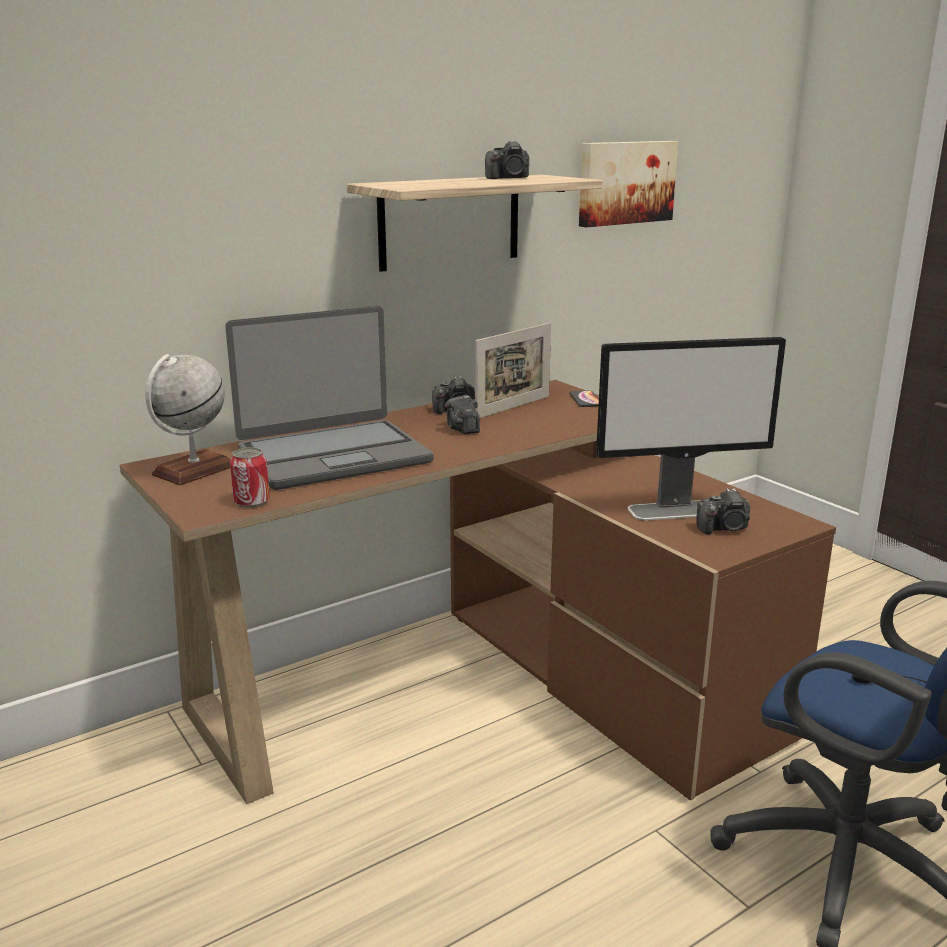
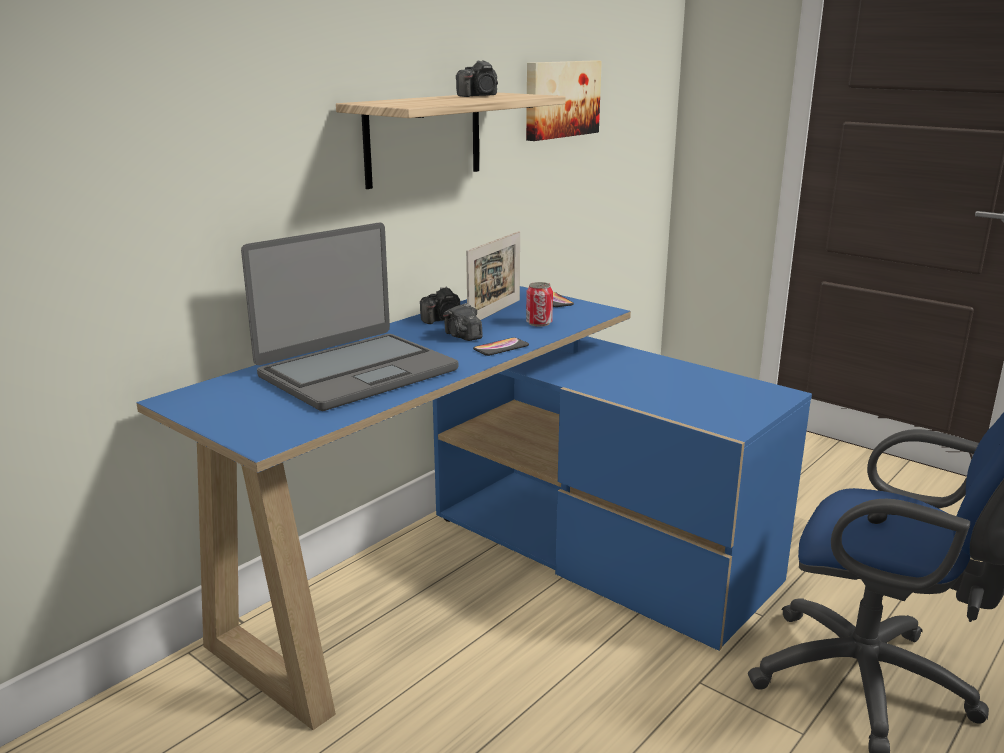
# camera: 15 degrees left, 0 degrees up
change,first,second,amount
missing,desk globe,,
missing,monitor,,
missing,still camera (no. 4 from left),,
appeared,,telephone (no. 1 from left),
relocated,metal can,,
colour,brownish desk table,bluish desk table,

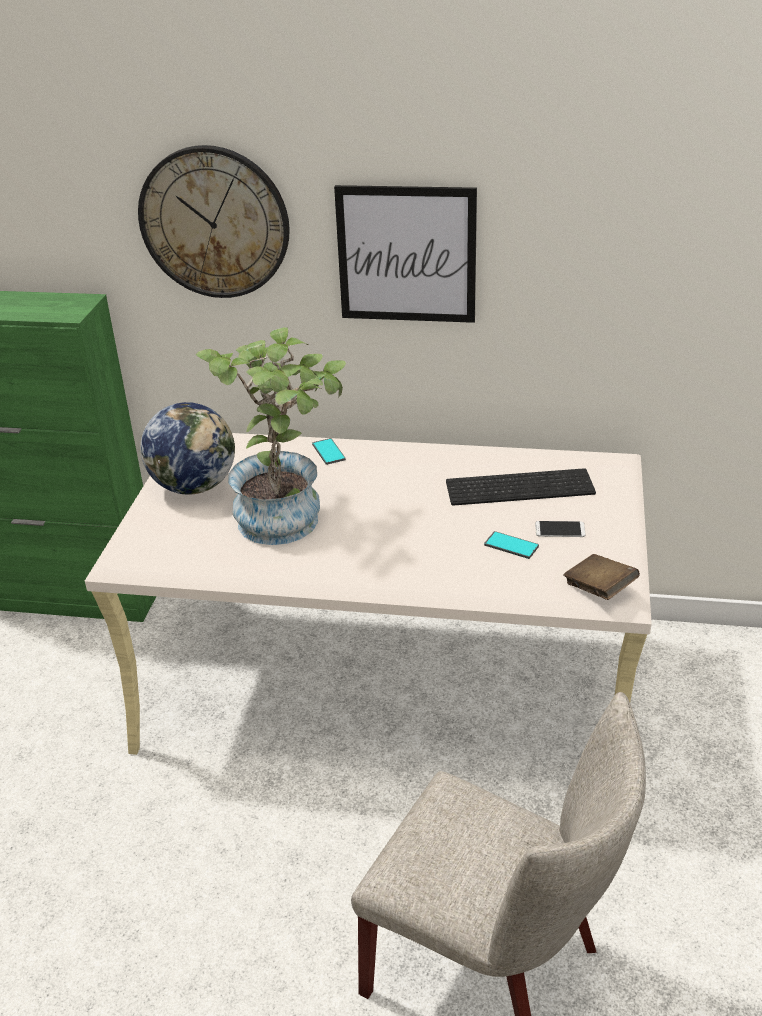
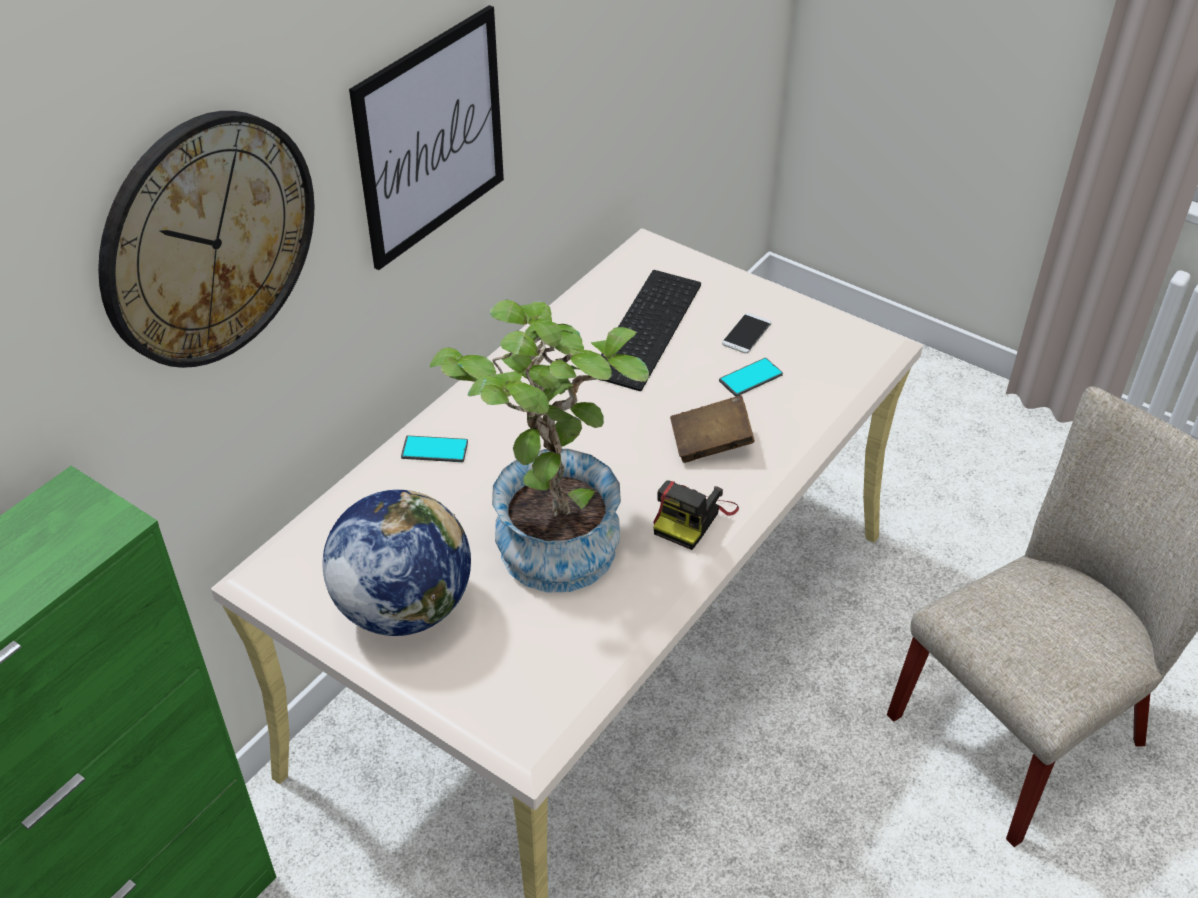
# camera: 65 degrees left, 10 degrees up
change,first,second,amount
appeared,,still camera,
relocated,brownish bound book,,

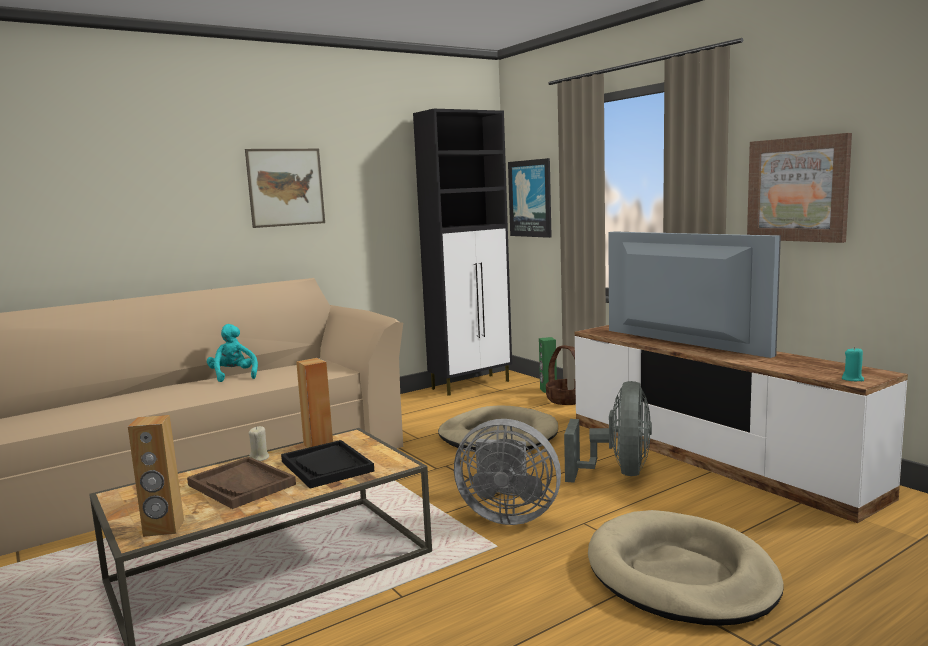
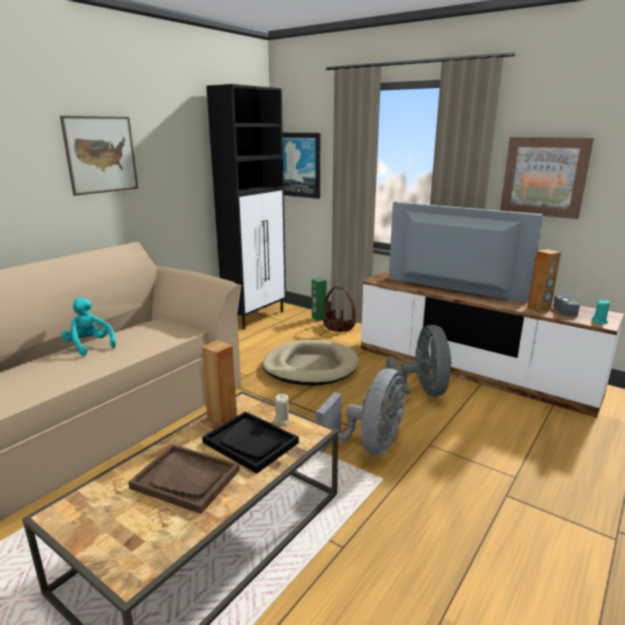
# camera: 20 degrees left, 10 degrees up
change,first,second,amount
missing,sand-coloured pet bed (no. 2 from left),,
appeared,,grey tissue holder,
relocated,brownish loudspeaker (no. 1 from left in the first image),brownish loudspeaker (no. 2 from left),
relocated,sand-coloured candle,,
spun,grey fan (no. 1 from left),,60 degrees counterclockwise

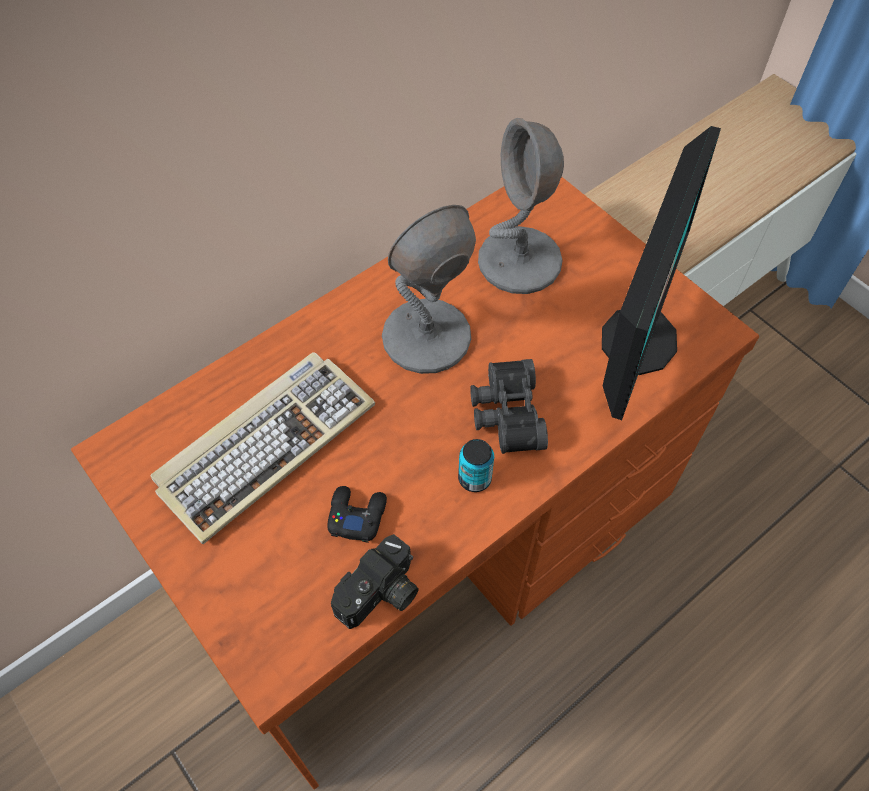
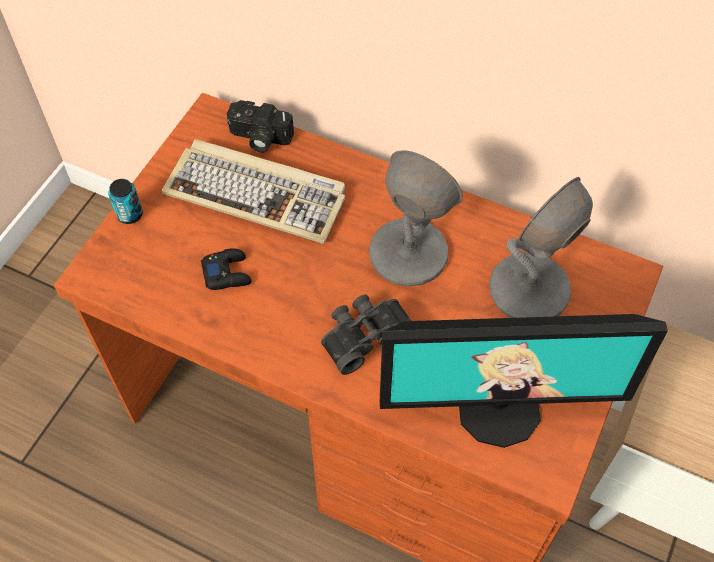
# camera: 65 degrees right, 0 degrees up
change,first,second,amount
relocated,still camera,,
relocated,metal can,,

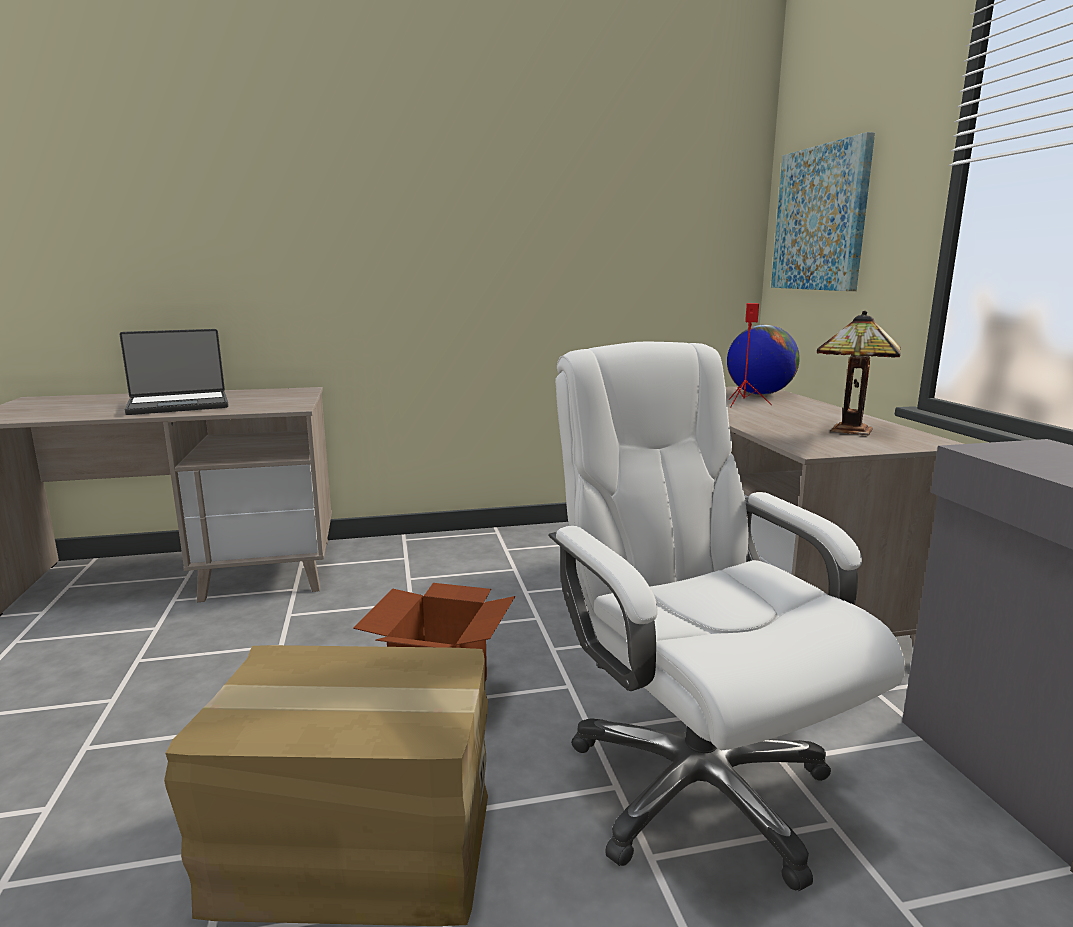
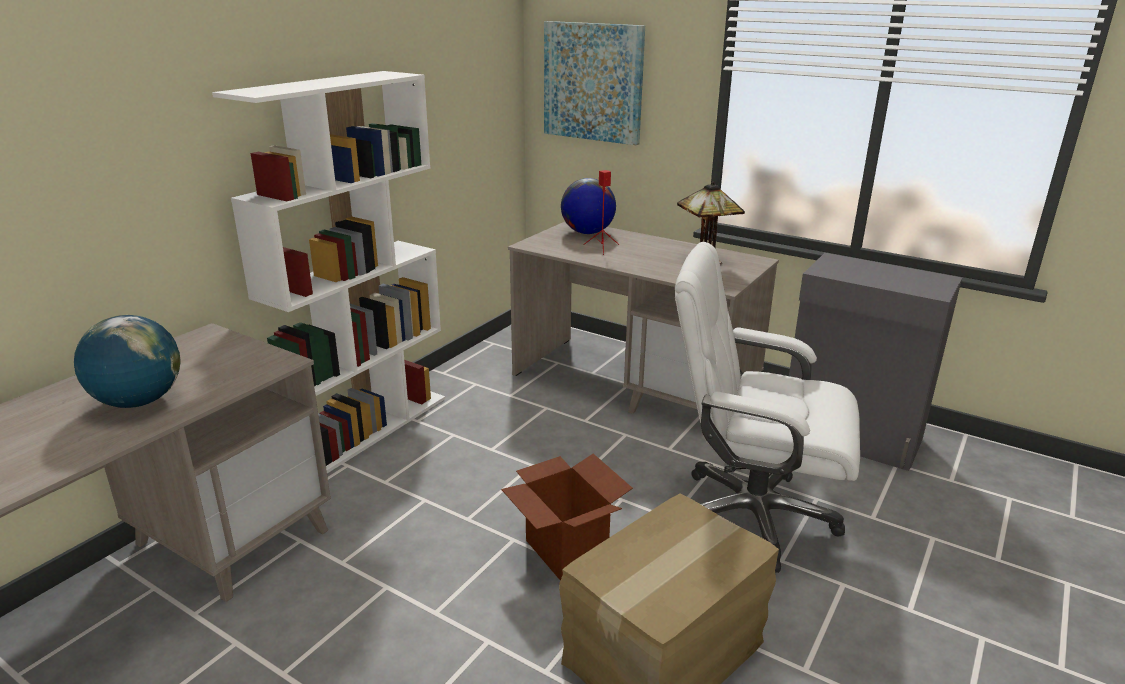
# camera: 45 degrees left, 10 degrees up
change,first,second,amount
appeared,,white-coloured bookcase,
exchanged,notebook computer,desk globe (no. 1 from left),

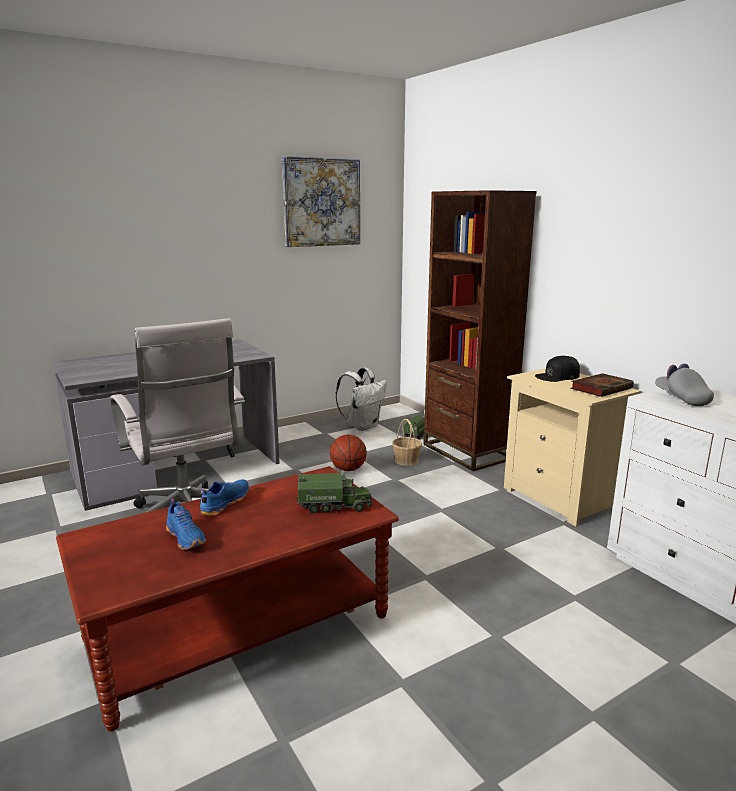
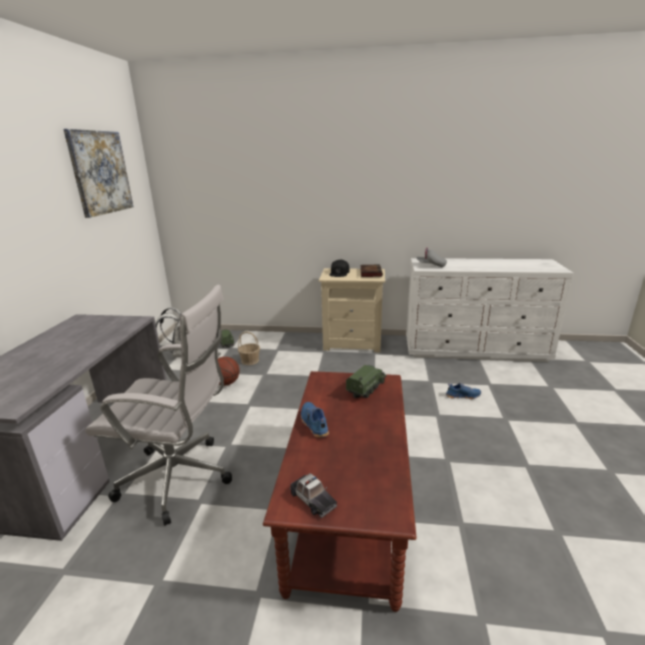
# camera: 50 degrees left, 5 degrees up
change,first,second,amount
missing,brownish bookcase,,
appeared,,toy car,
relocated,bluish item of footwear (no. 1 from left in the first image),bluish item of footwear (no. 2 from left),

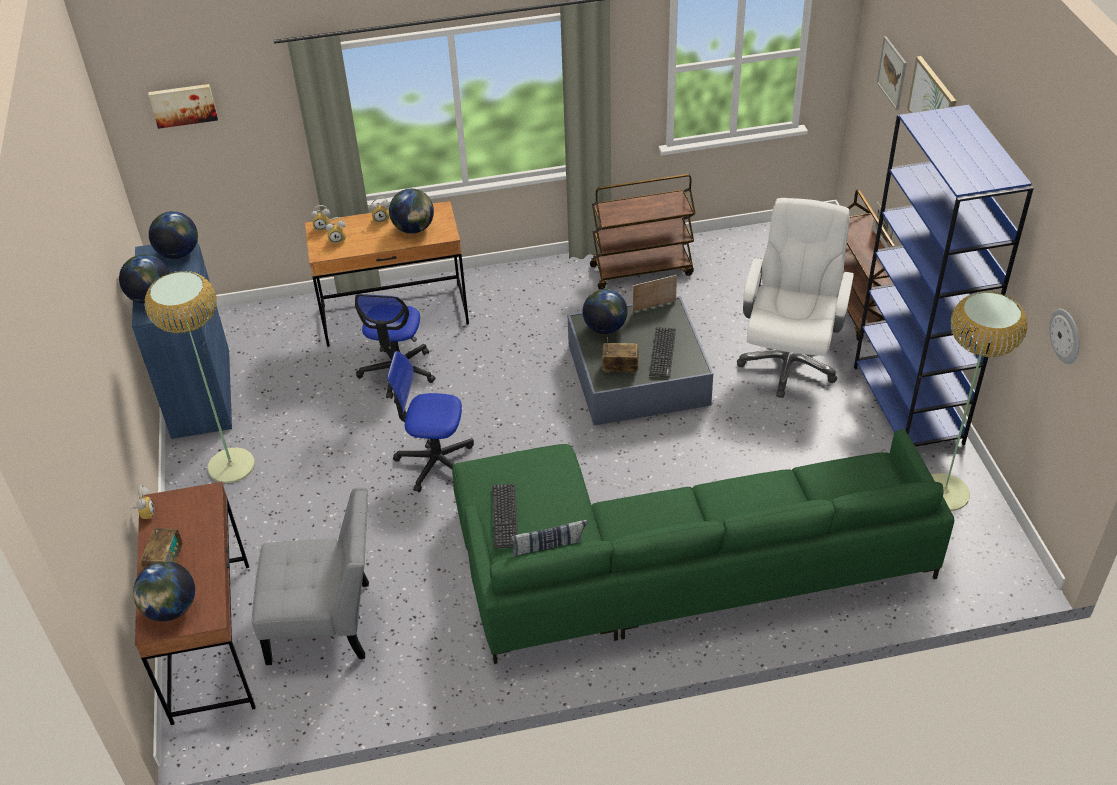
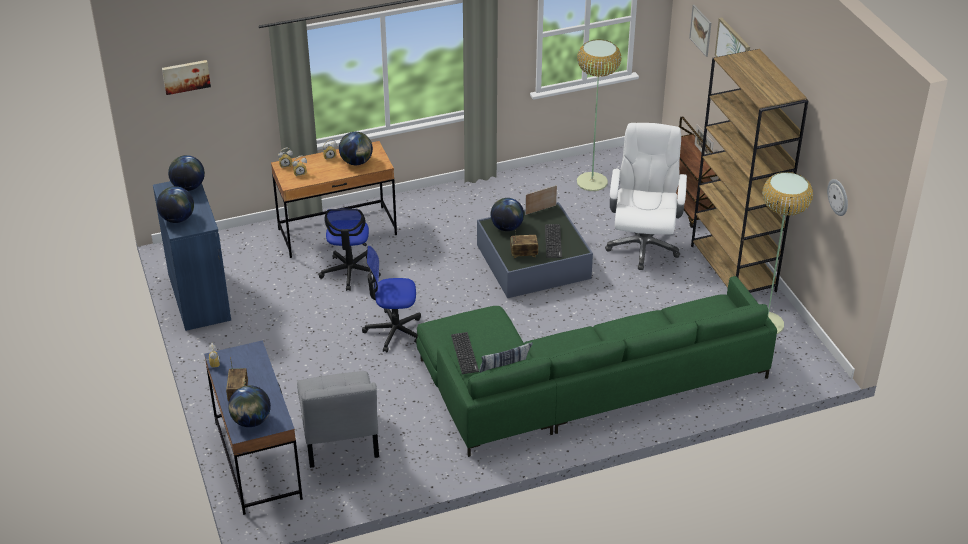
# camera: 10 degrees left, 5 degrees down
change,first,second,amount
missing,brownish trolley (no. 1 from left),,
relocated,floor lamp (no. 1 from left),,
colour,brownish desk table (no. 1 from left),bluish desk table,
colour,bluish bookcase,brownish bookcase,
spun,grey upright chair,,90 degrees clockwise

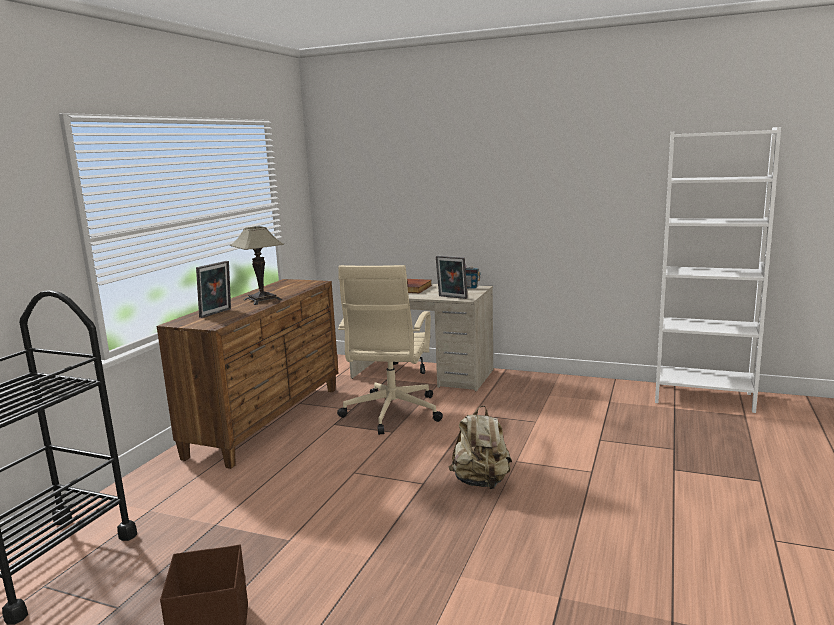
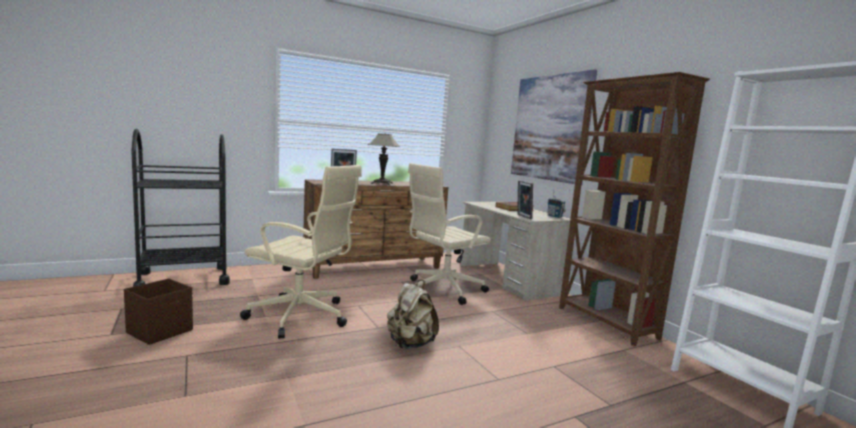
# camera: 40 degrees right, 5 degrees down
change,first,second,amount
appeared,,sand-coloured office chair (no. 1 from left),
appeared,,wall art,
appeared,,brownish bookcase,

